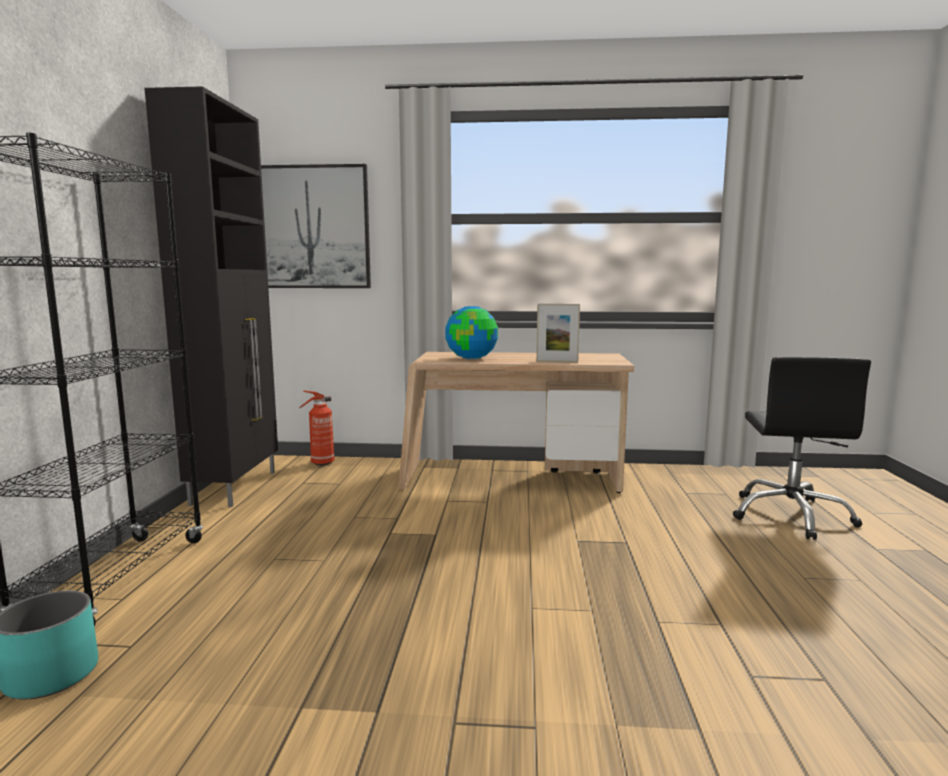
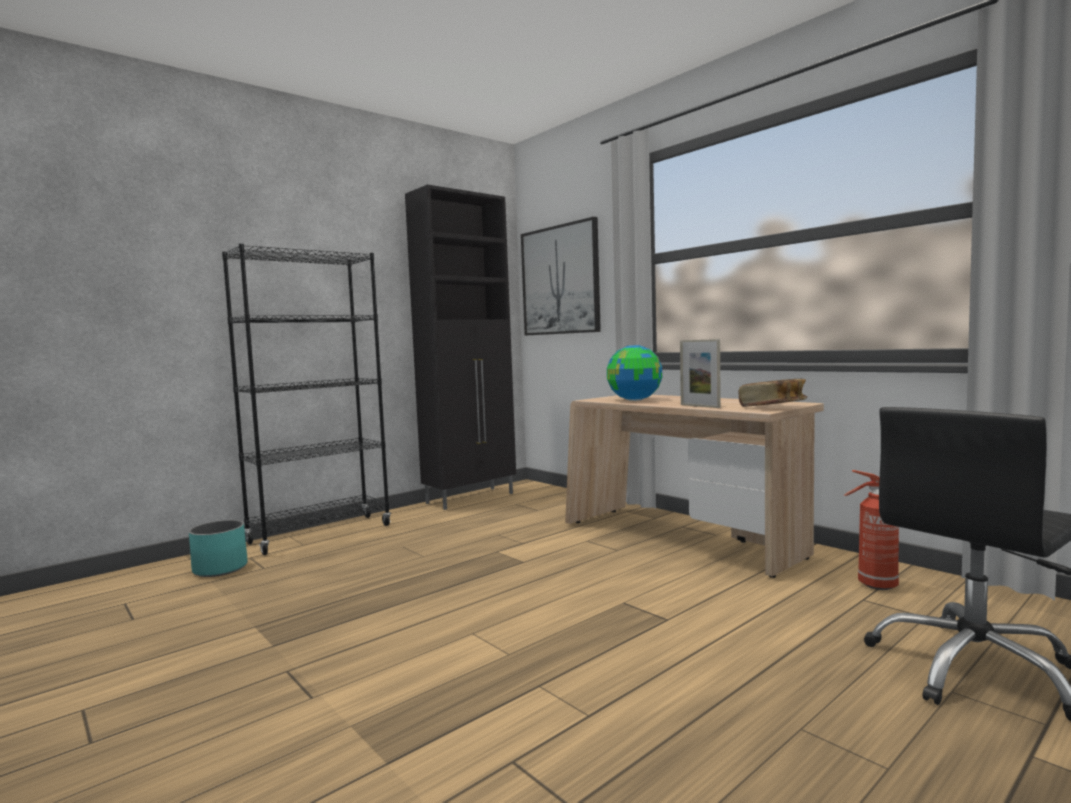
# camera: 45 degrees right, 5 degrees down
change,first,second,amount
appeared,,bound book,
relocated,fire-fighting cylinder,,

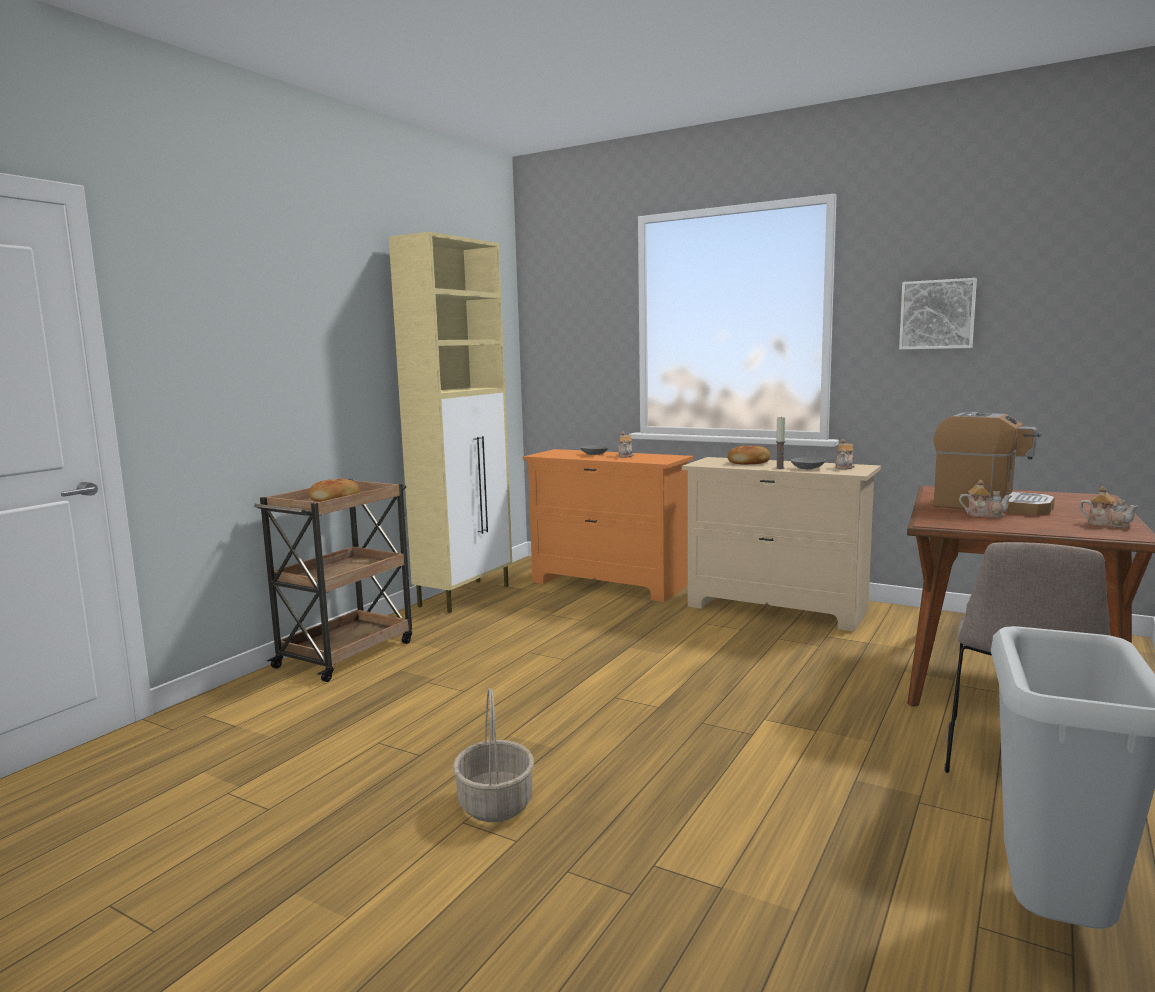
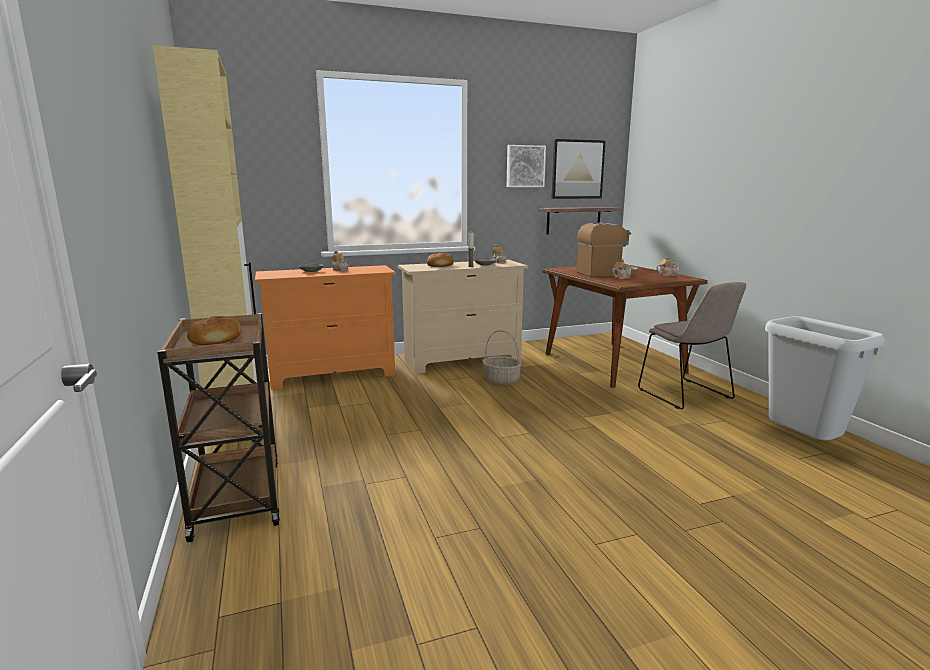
# camera: 50 degrees left, 5 degrees up
change,first,second,amount
appeared,,wall shelf,
appeared,,wall art (no. 2 from left),
relocated,basket,,

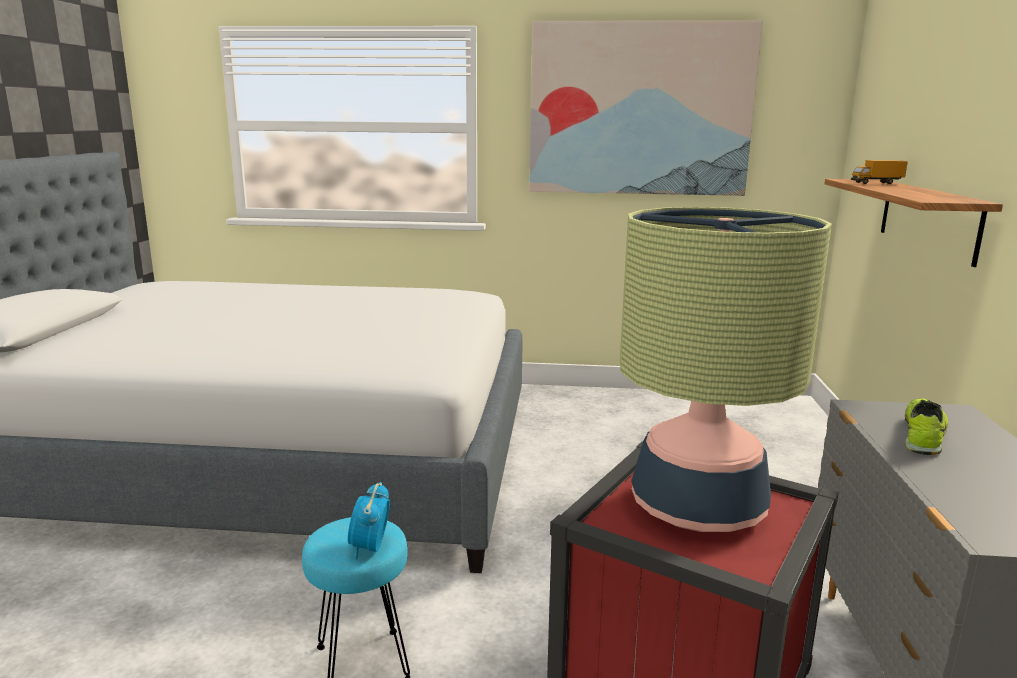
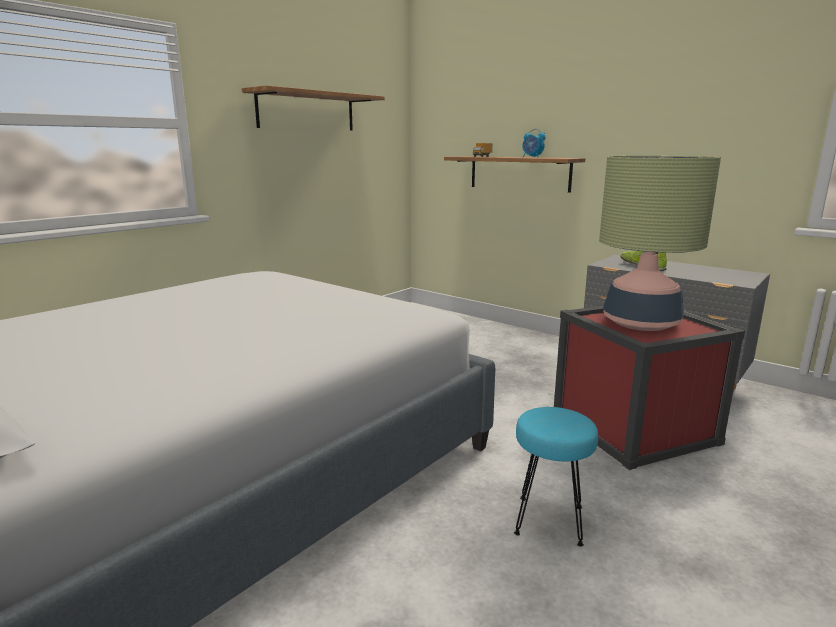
# camera: 55 degrees left, 0 degrees up
change,first,second,amount
relocated,alarm clock,,
exchanged,wall art,wall shelf (no. 1 from left),

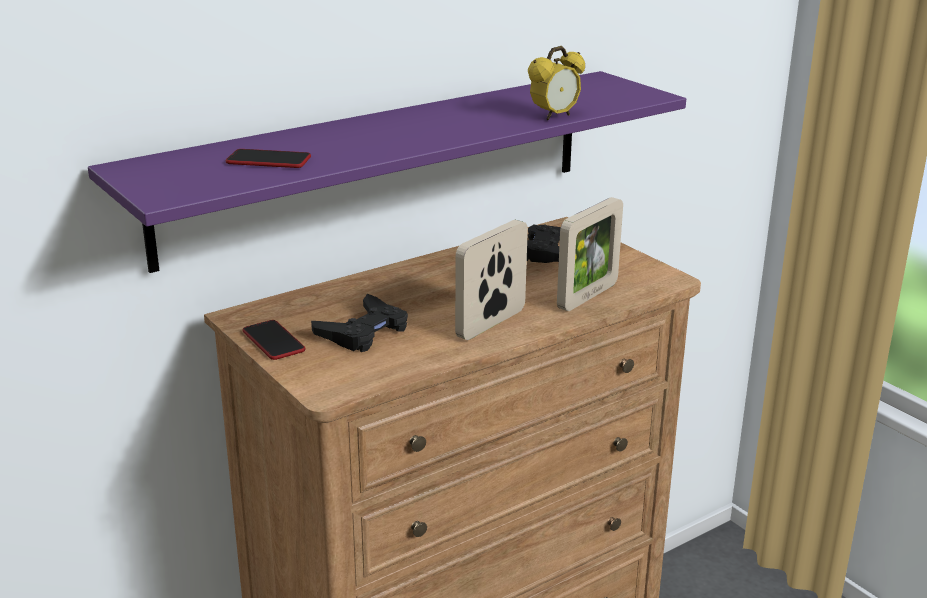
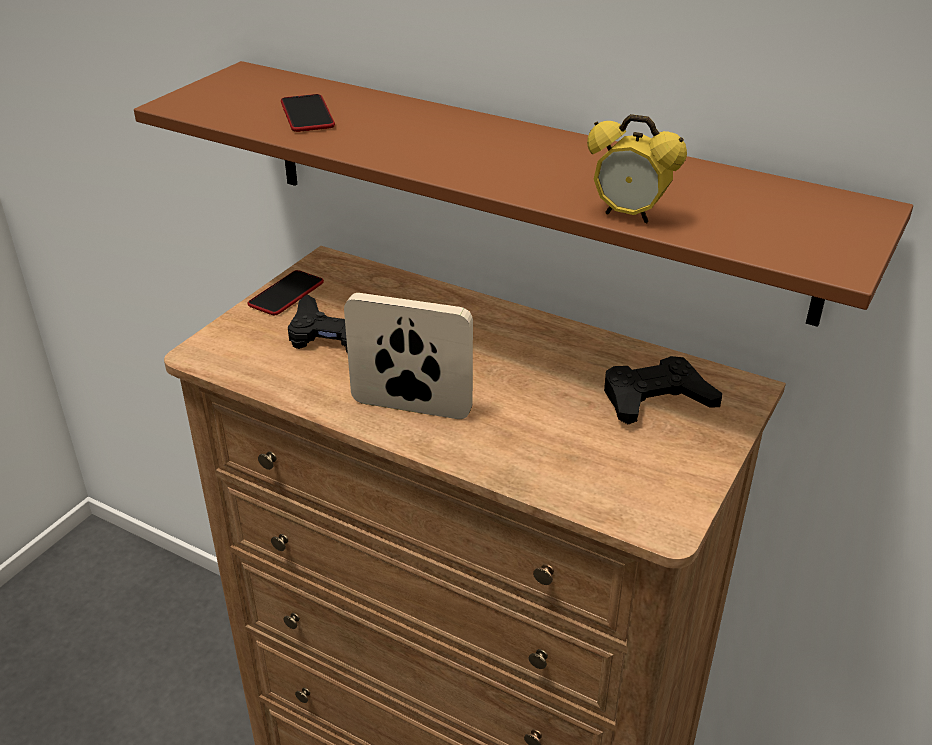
# camera: 65 degrees right, 10 degrees up
change,first,second,amount
missing,photo frame (no. 2 from left),,
colour,purple wall shelf,brownish wall shelf,

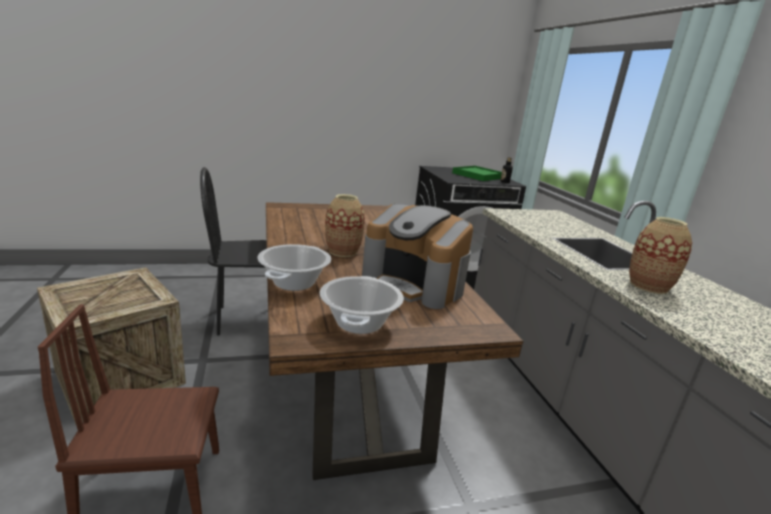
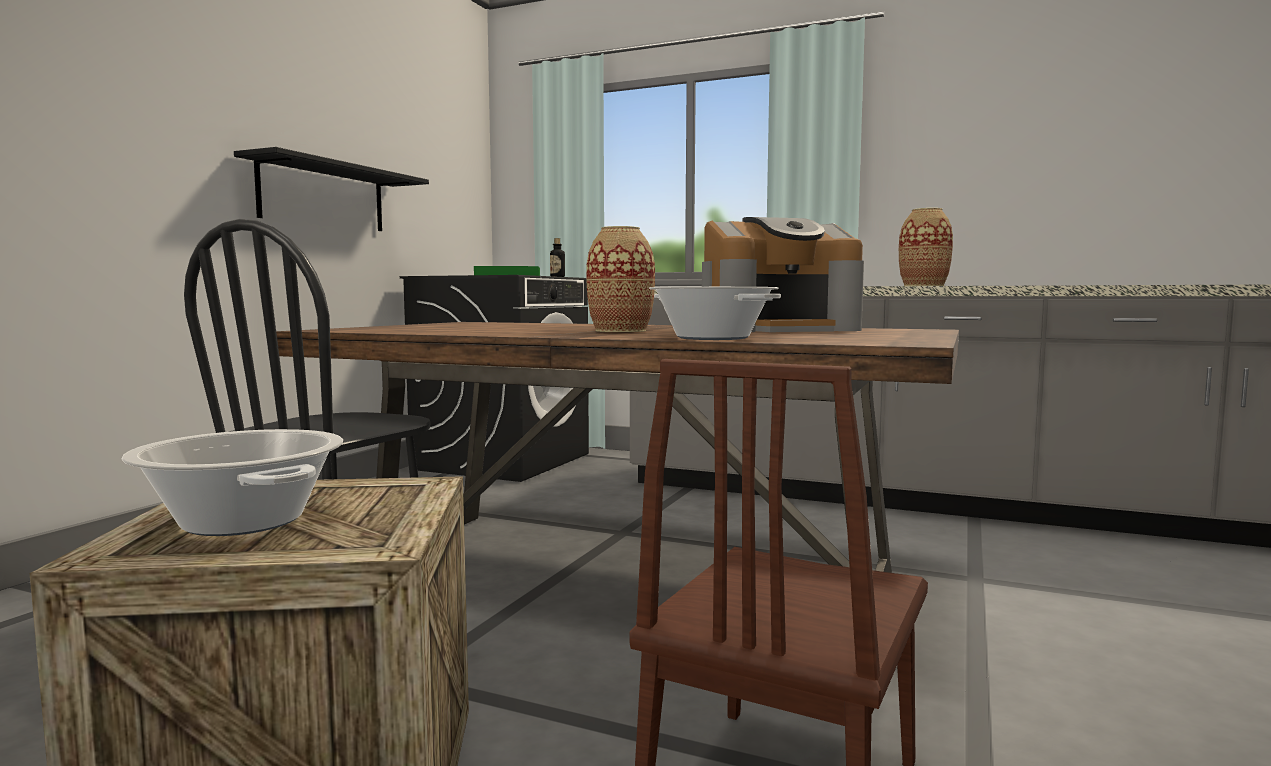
# camera: 50 degrees left, 15 degrees down
change,first,second,amount
appeared,,blackish wall shelf,
relocated,saucepot (no. 2 from left in the first image),saucepot (no. 1 from left),

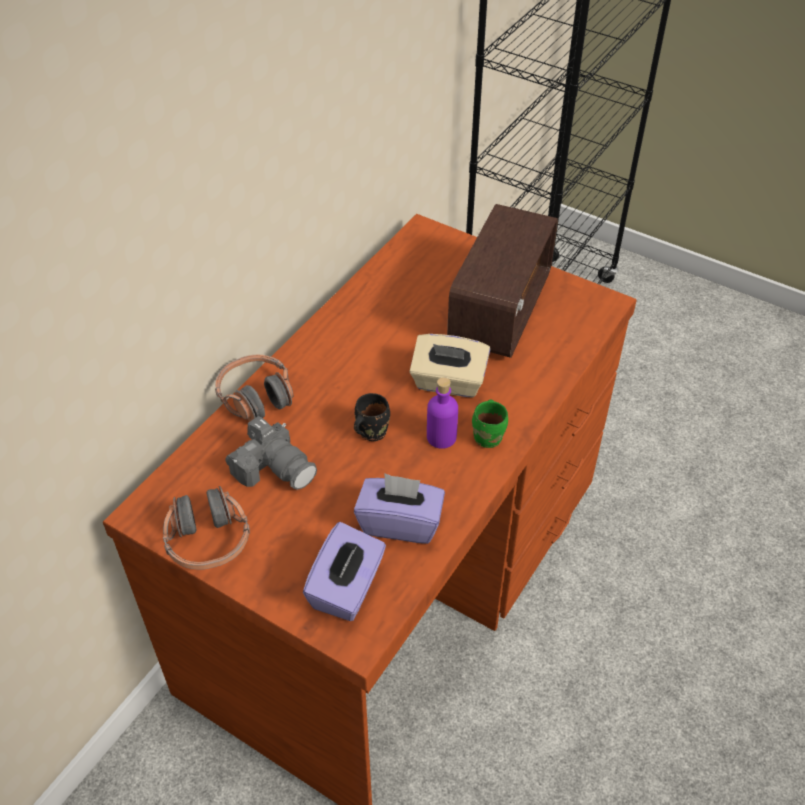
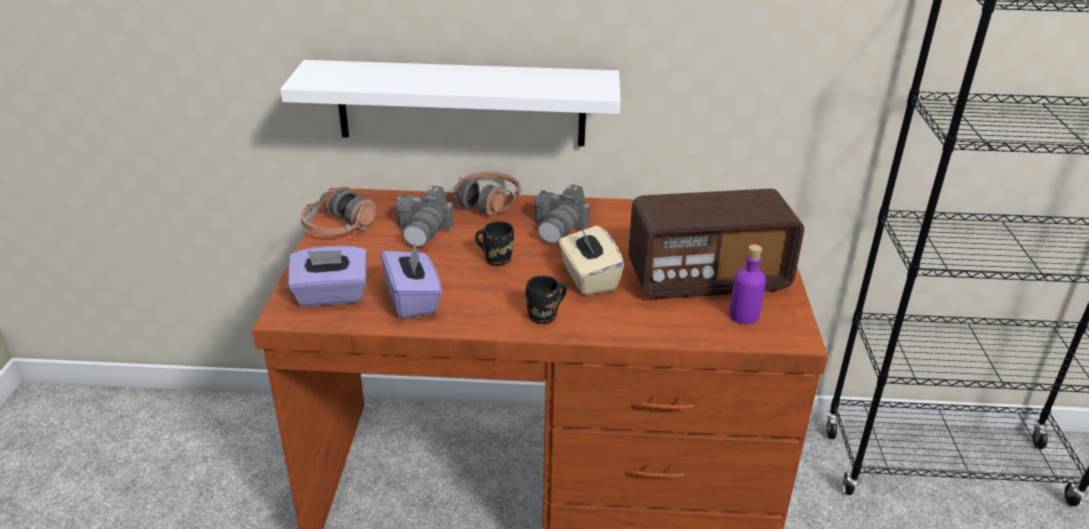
# camera: 60 degrees right, 15 degrees down
change,first,second,amount
appeared,,white-coloured wall shelf,
appeared,,still camera (no. 2 from left),
relocated,purple beverage bottle,,
colour,green-coloured mug,blackish mug (no. 2 from left),

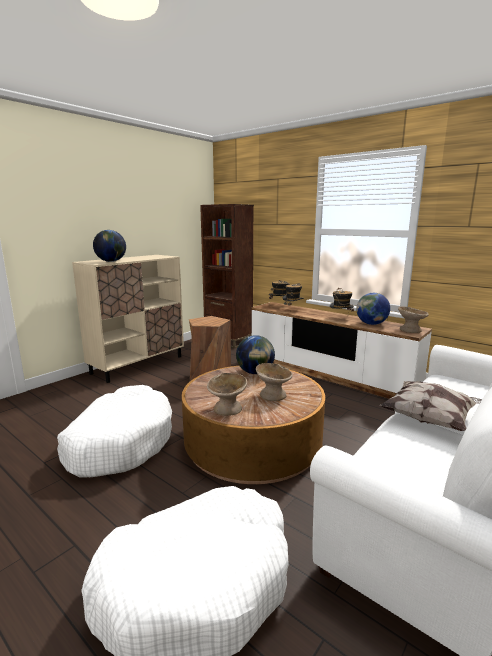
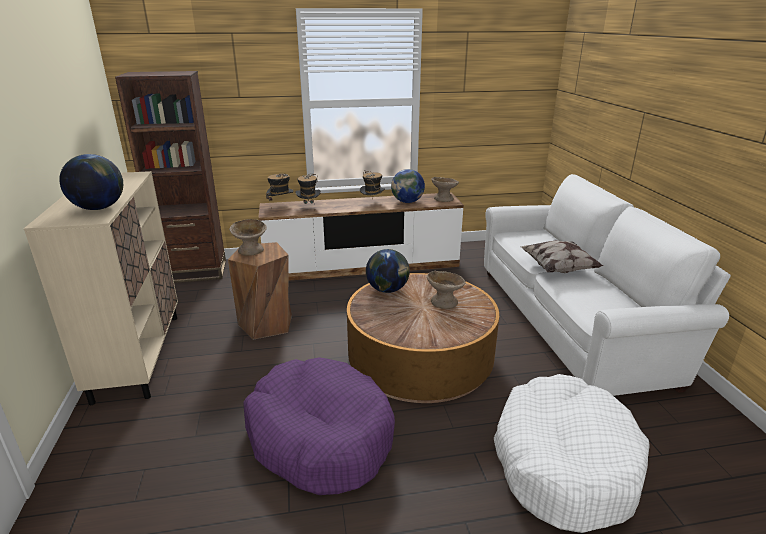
# camera: 50 degrees left, 10 degrees up
change,first,second,amount
relocated,sand-coloured bowl (no. 1 from left),,
colour,white-coloured pet bed (no. 1 from left),purple pet bed,

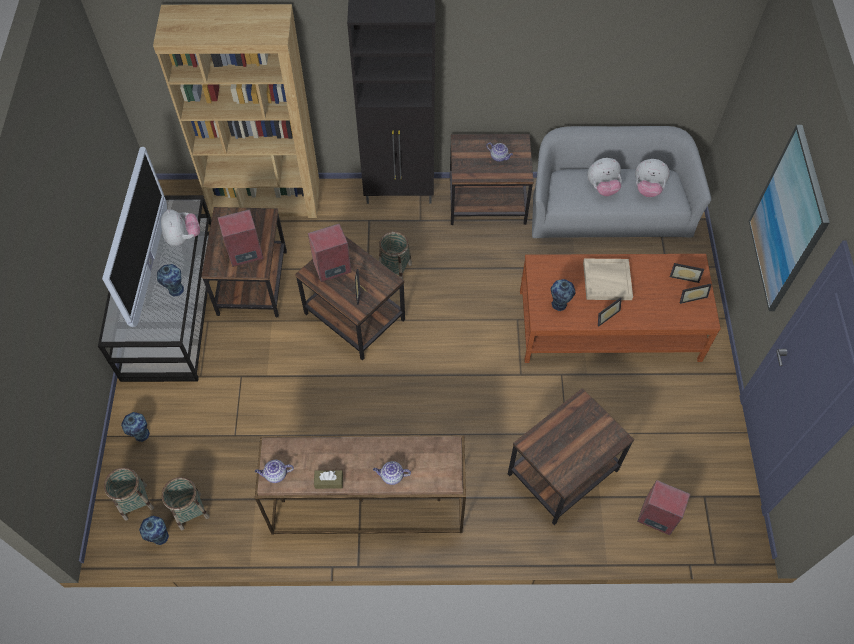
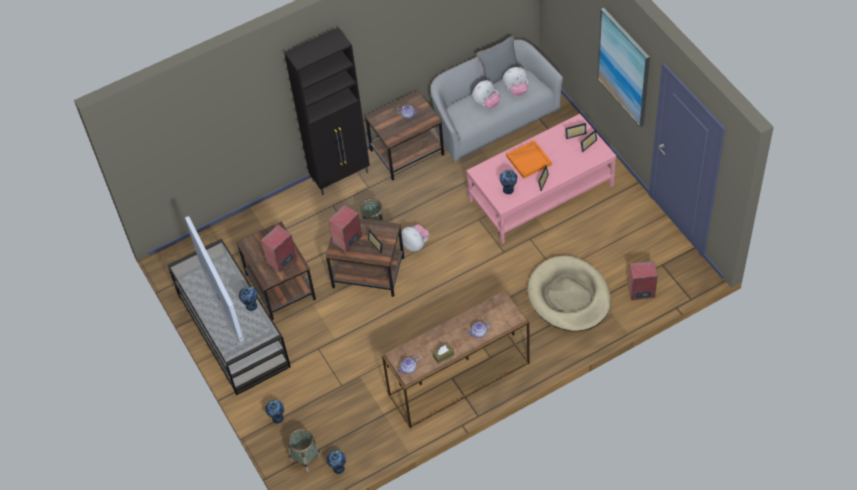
# camera: 25 degrees left, 5 degrees down
change,first,second,amount
missing,brownish bookcase,,
missing,basket (no. 2 from left),,
appeared,,grey pillow,
relocated,cuddly toy (no. 1 from left),,
exchanged,brownish side table (no. 4 from left),sand-coloured pet bed,
colour,brownish low table,pinkish low table,
colour,sand-coloured carrying tray,orange carrying tray,

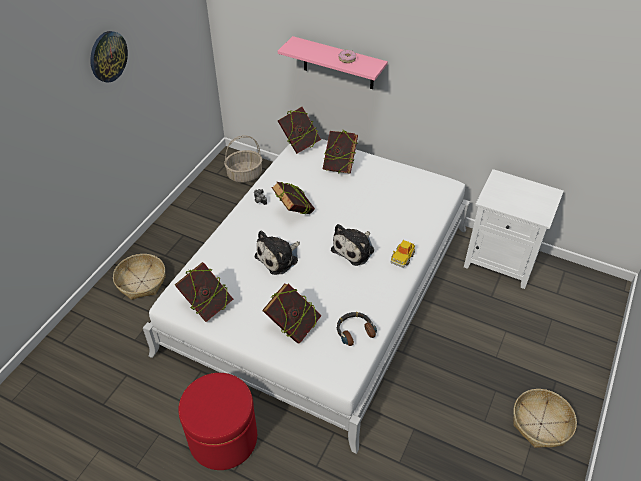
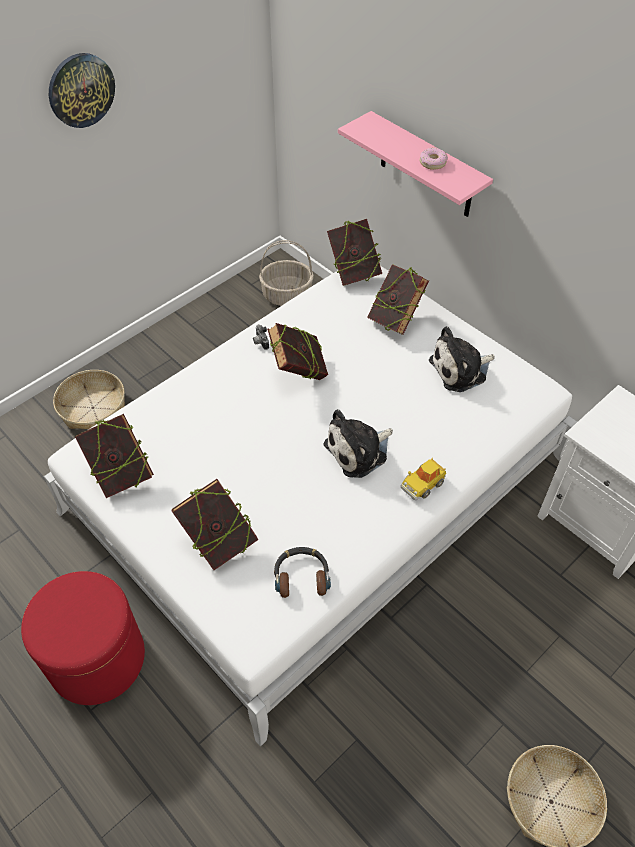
# camera: 20 degrees right, 5 degrees up
change,first,second,amount
relocated,cuddly toy (no. 1 from left in the first image),cuddly toy (no. 2 from left),

